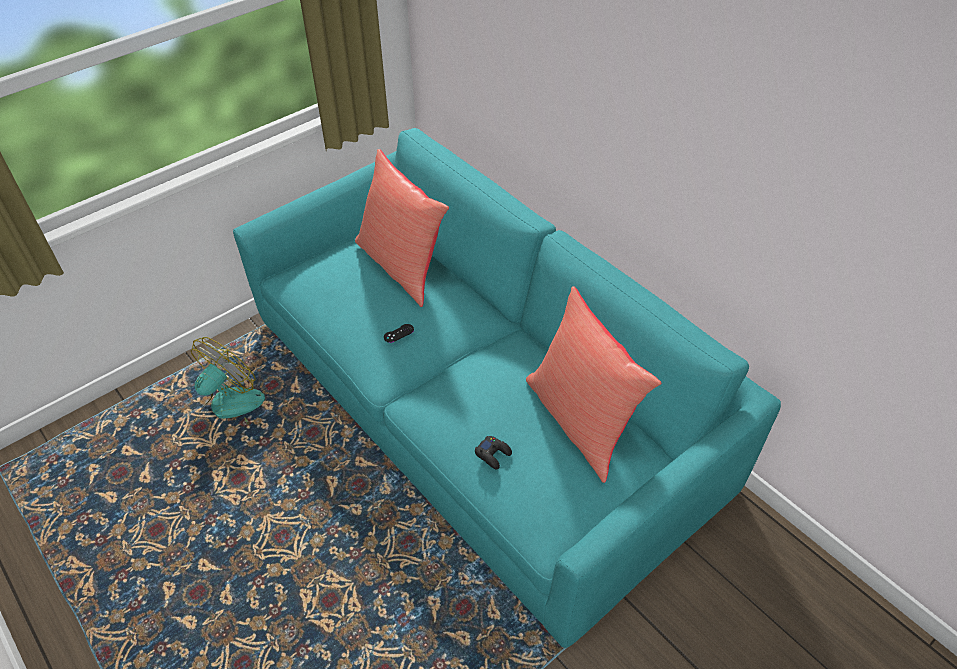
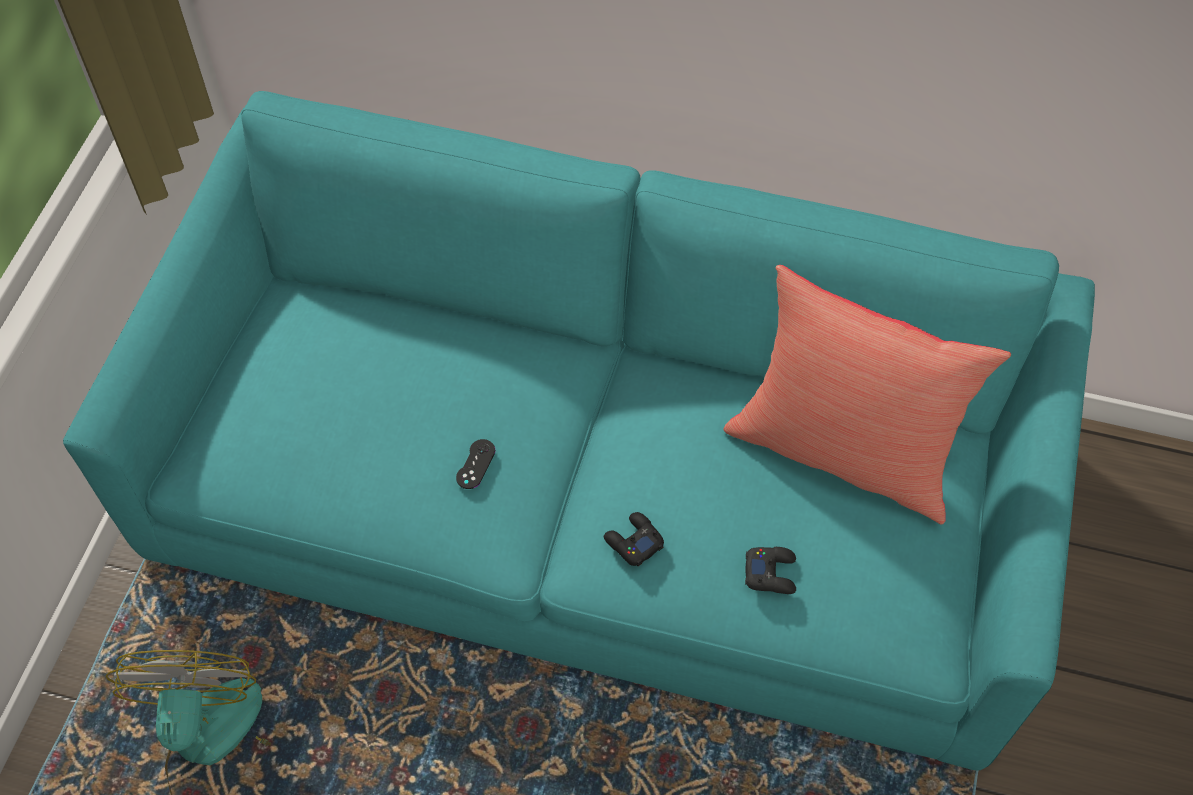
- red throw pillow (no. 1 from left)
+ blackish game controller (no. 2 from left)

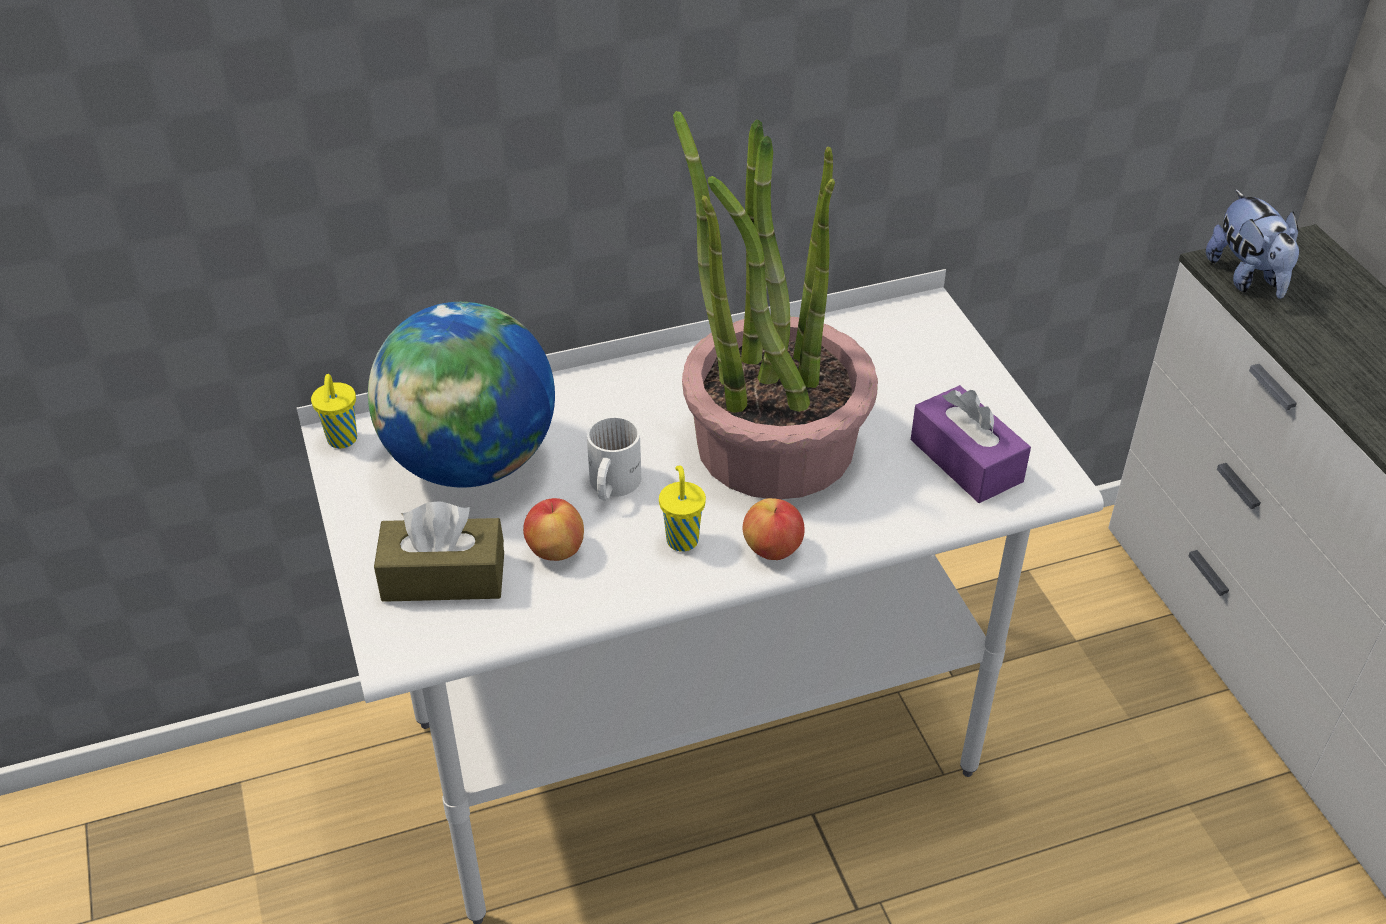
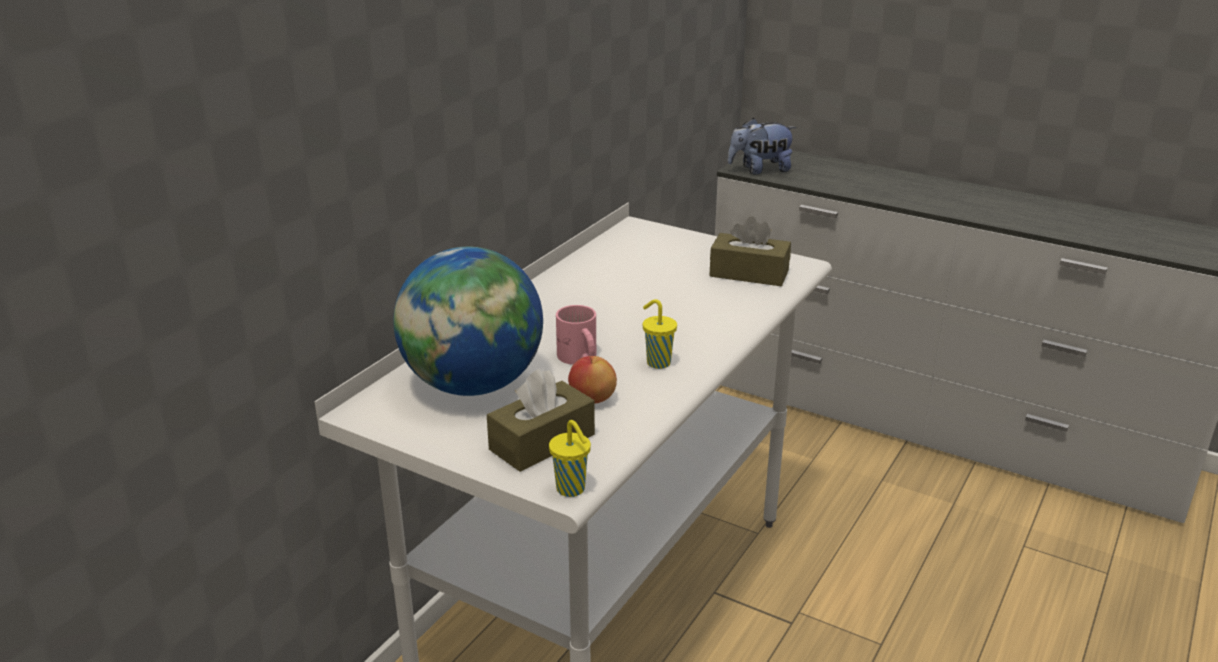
- potted plant
- apple fruit (no. 2 from left)
~ yellow drinking cup (no. 1 from left)
~ whitish mug to pink-coloured mug
~ purple box of tissues to brown box of tissues (no. 2 from left)
~ plush toy 135 degrees clockwise

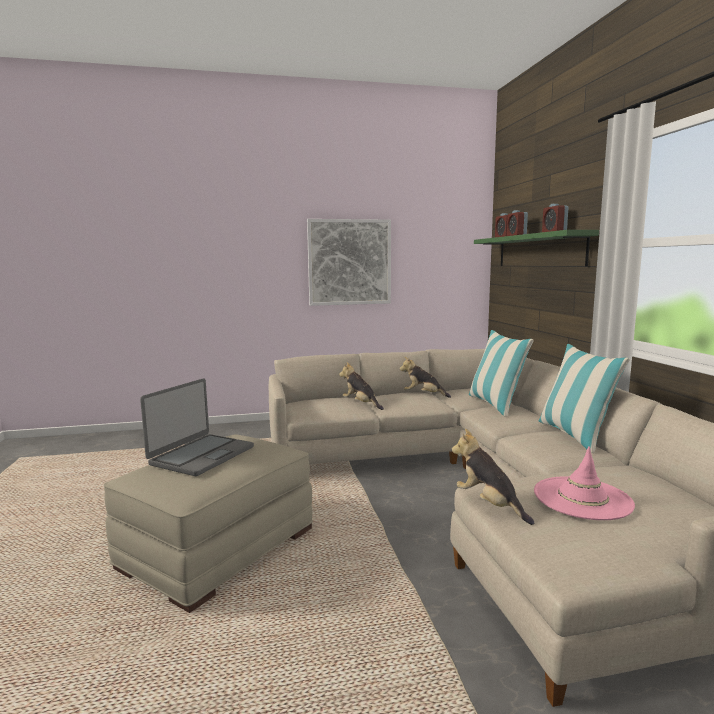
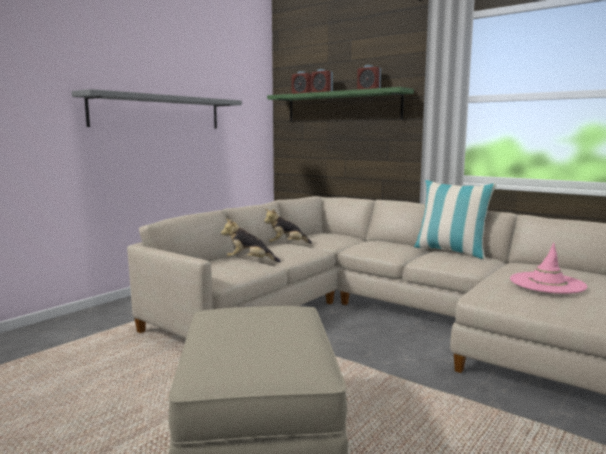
- laptop
- plush toy (no. 3 from left)
- throw pillow (no. 1 from left)
~ wall art to grey shelf

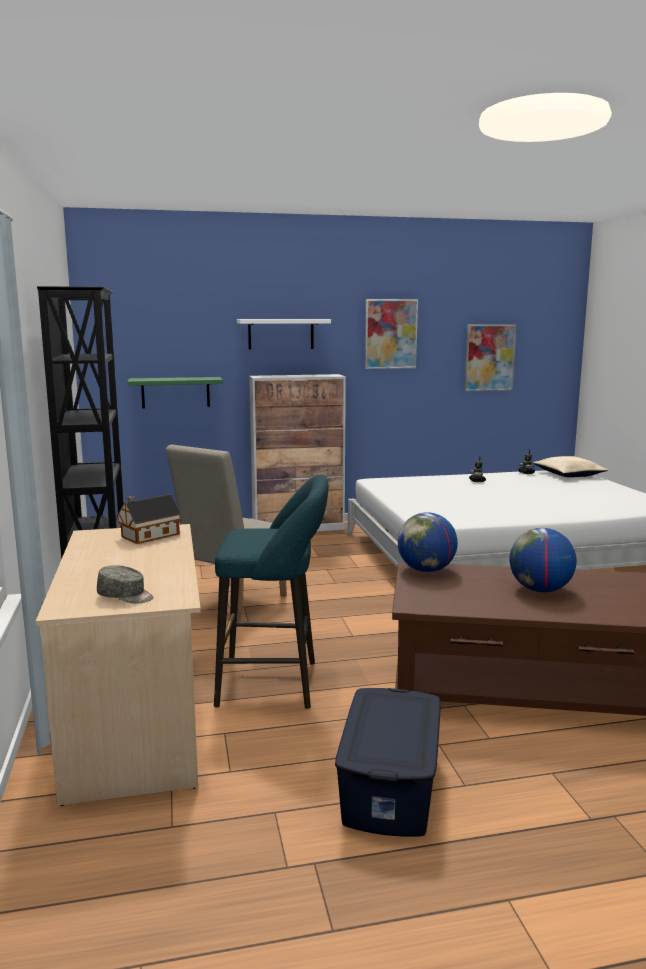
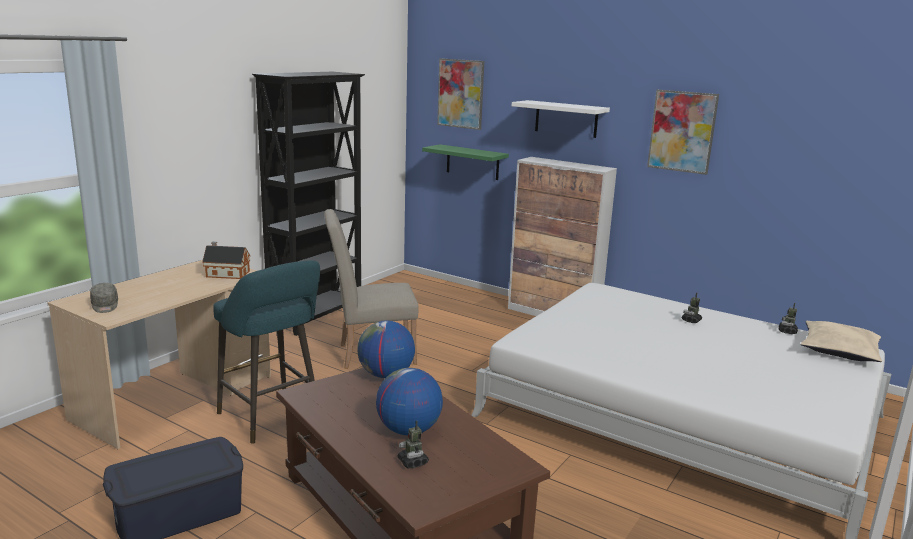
+ robot figure (no. 1 from left)
~ wall art (no. 2 from left in the first image) to wall art (no. 1 from left)

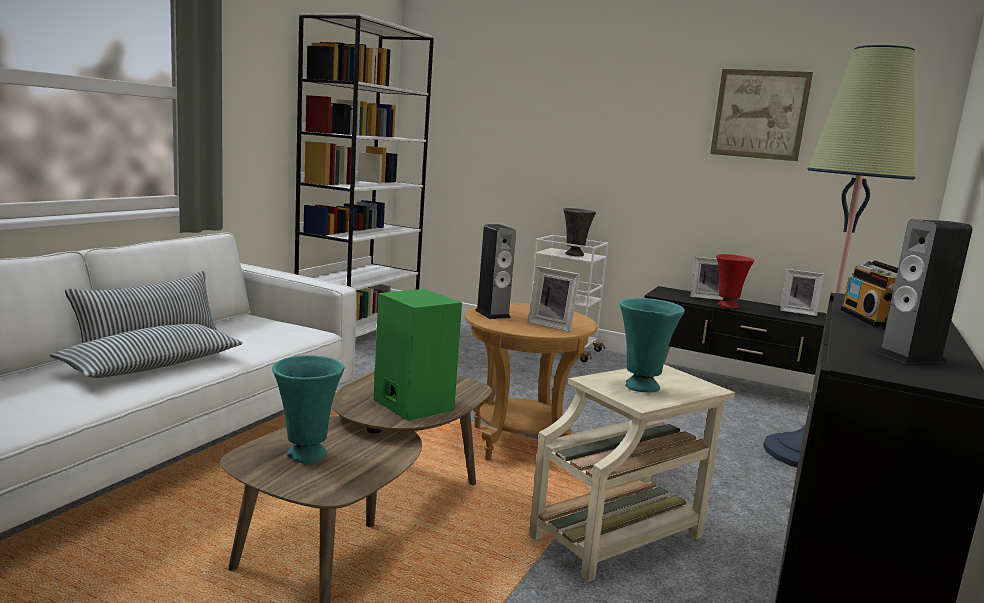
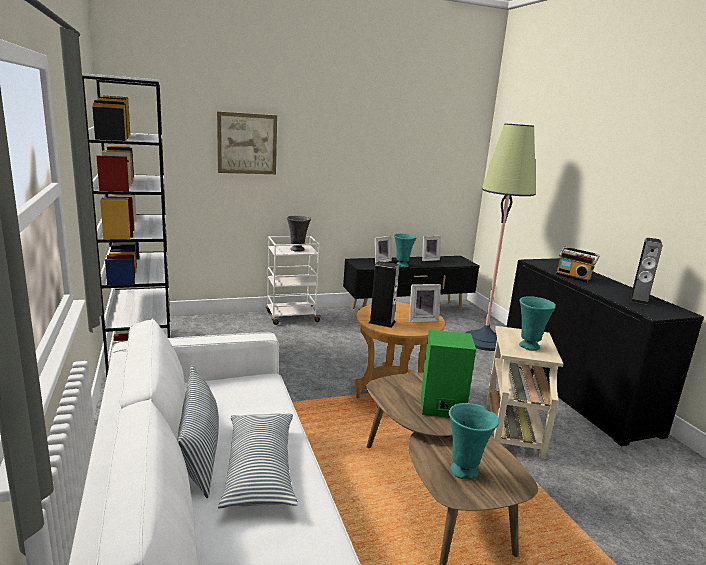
~ wall art
~ red decorative vase to turquoise decorative vase (no. 1 from left)

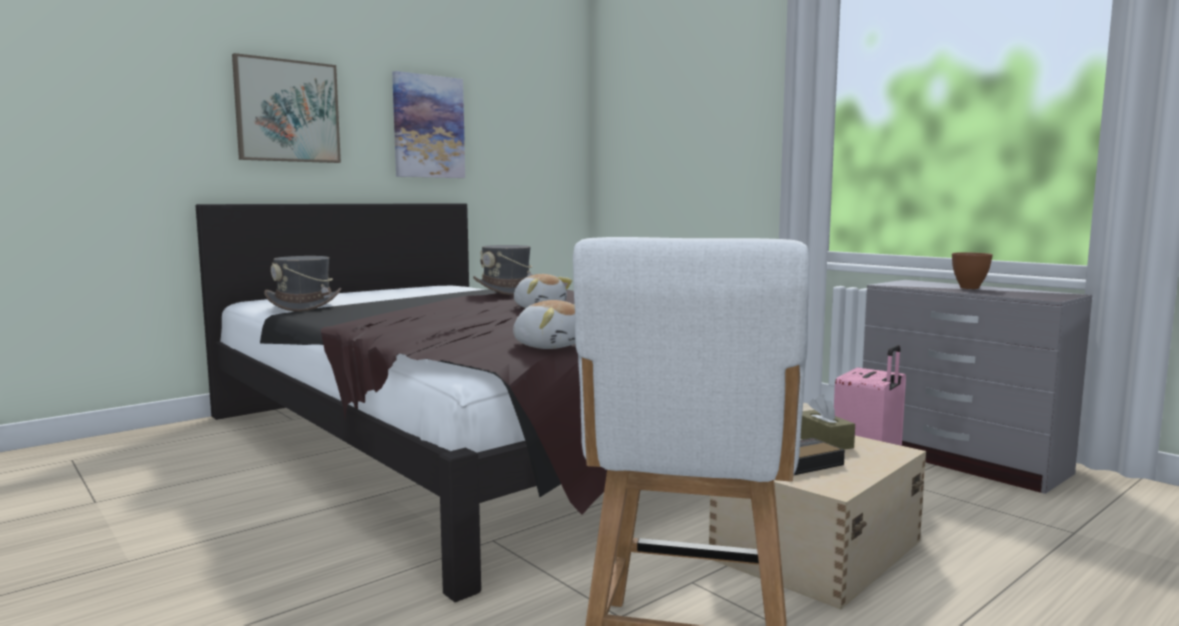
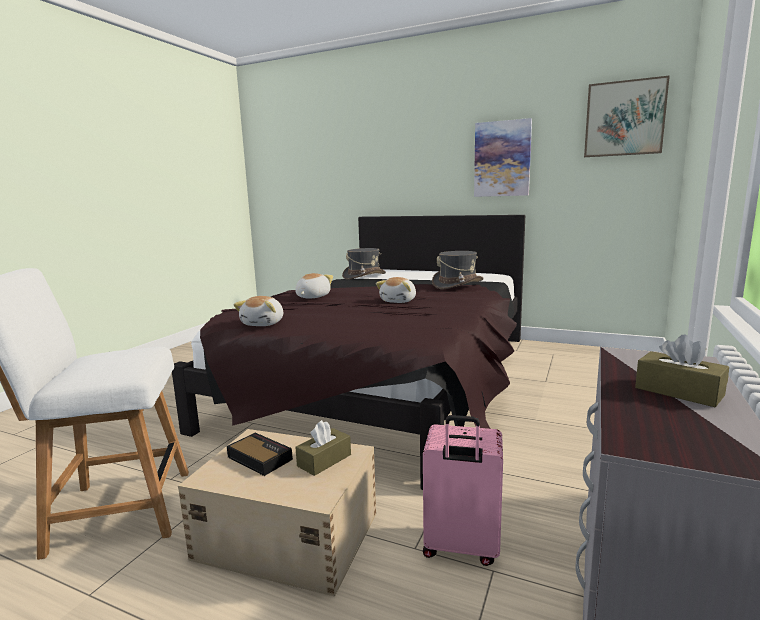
+ plush toy (no. 2 from left)
~ wall art (no. 1 from left in the first image) to wall art (no. 2 from left)
~ brown serving bowl to brown box of tissues (no. 2 from left)

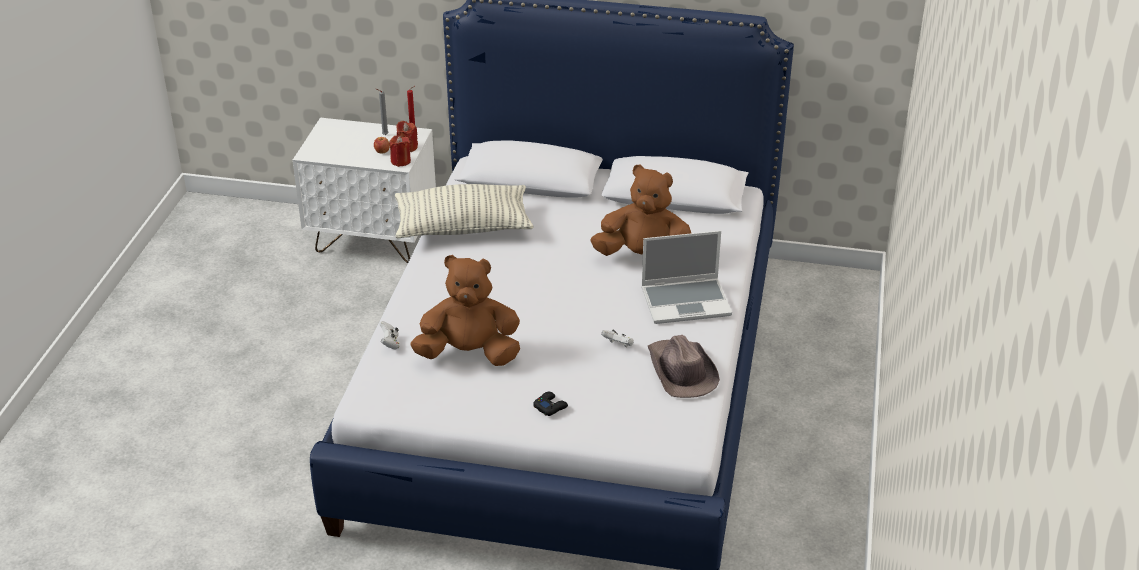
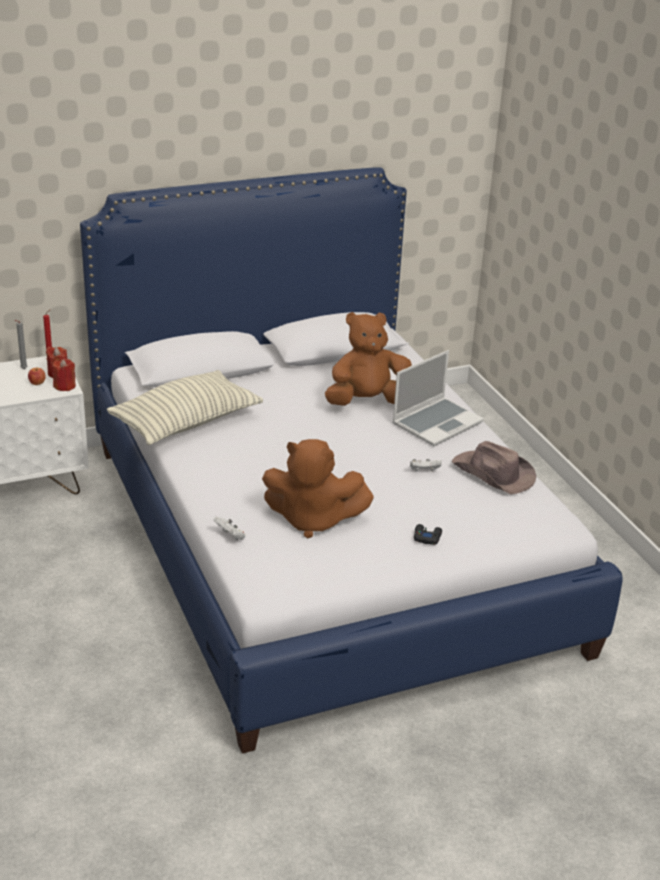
~ brown plush toy (no. 1 from left) 135 degrees counterclockwise

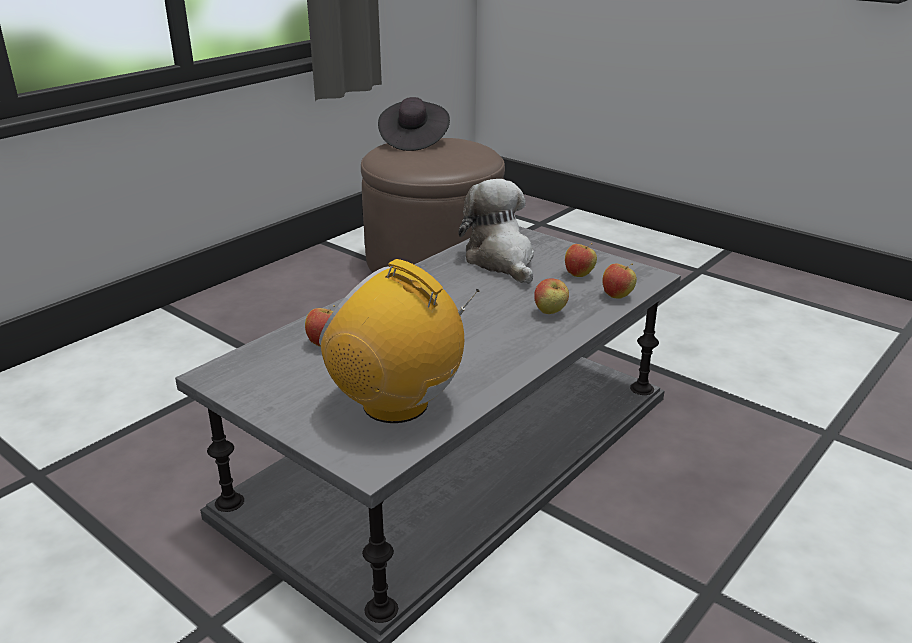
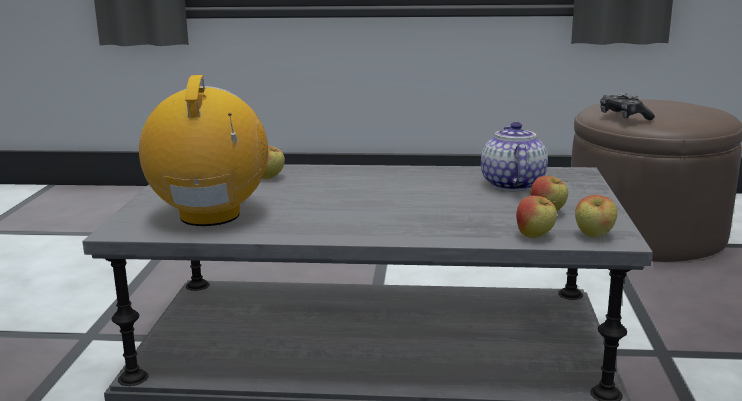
- blackish hat
+ game controller
~ apple fruit (no. 2 from left in the first image) to apple fruit (no. 4 from left)
~ plush toy to pot for tea

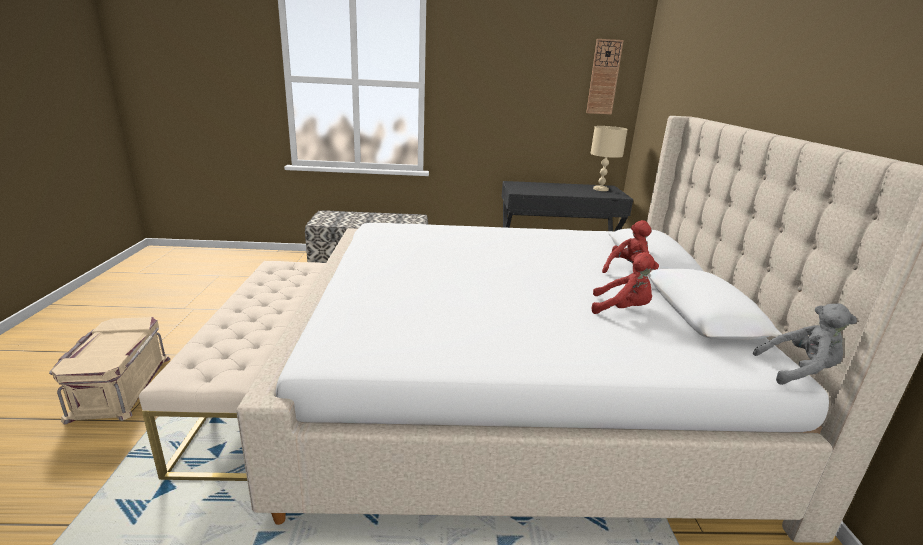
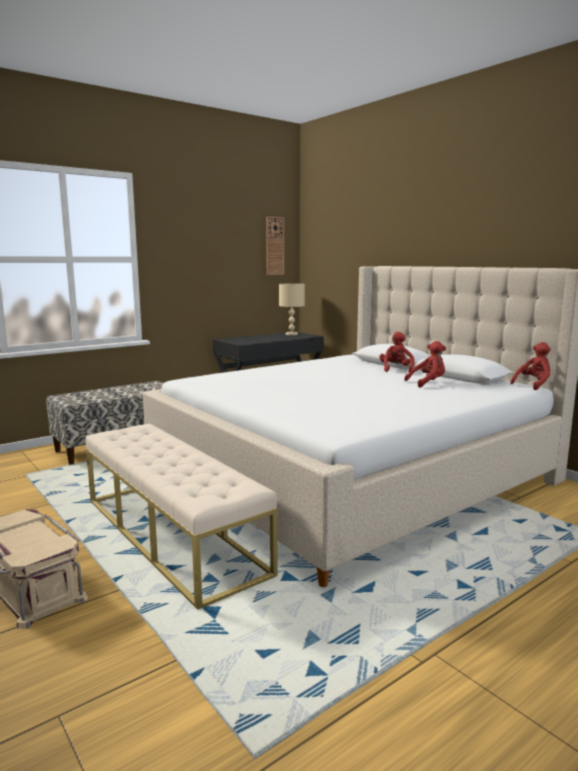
~ grey plush toy to red plush toy (no. 3 from left)

